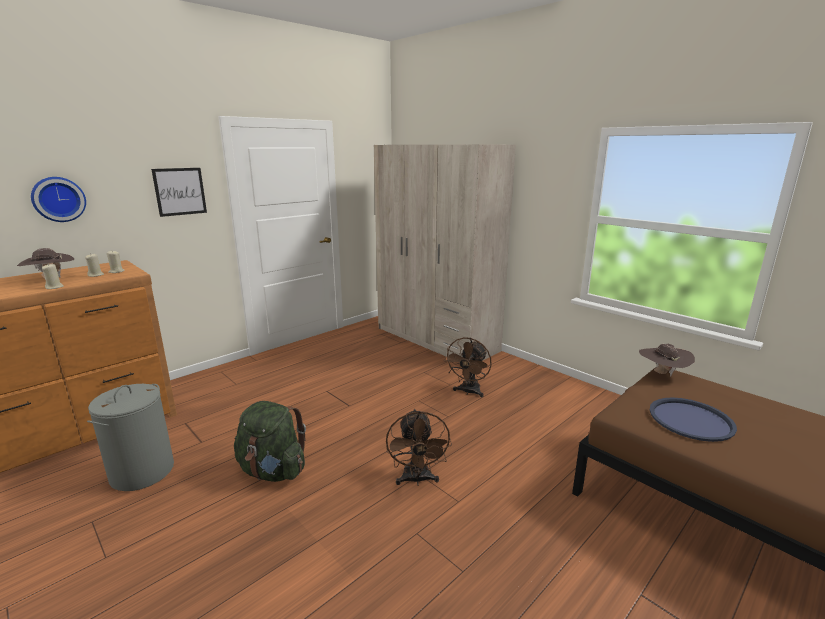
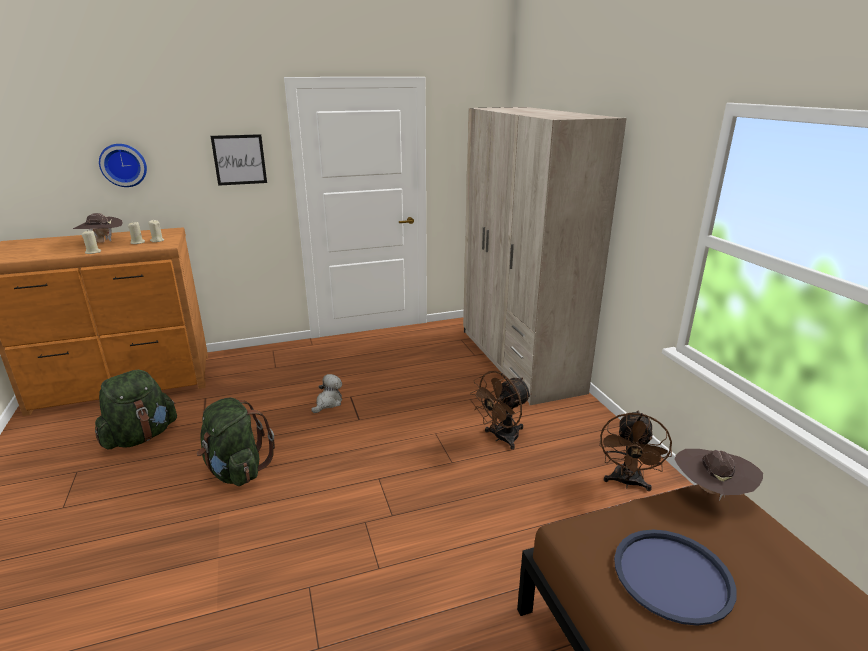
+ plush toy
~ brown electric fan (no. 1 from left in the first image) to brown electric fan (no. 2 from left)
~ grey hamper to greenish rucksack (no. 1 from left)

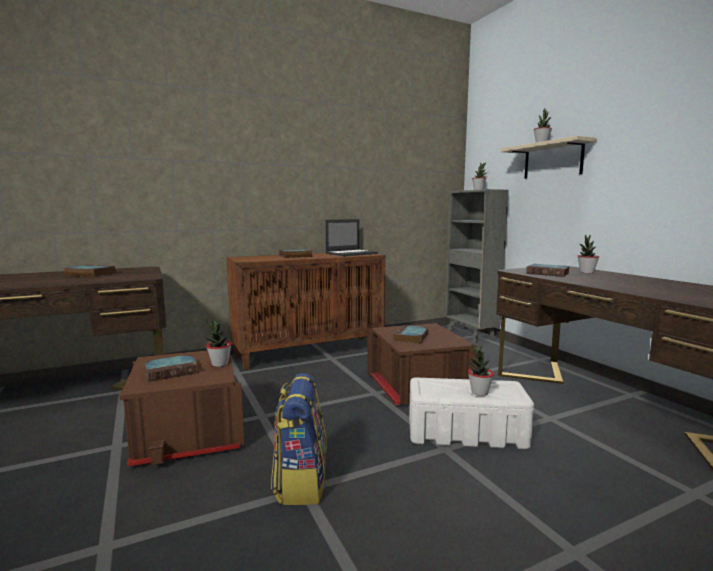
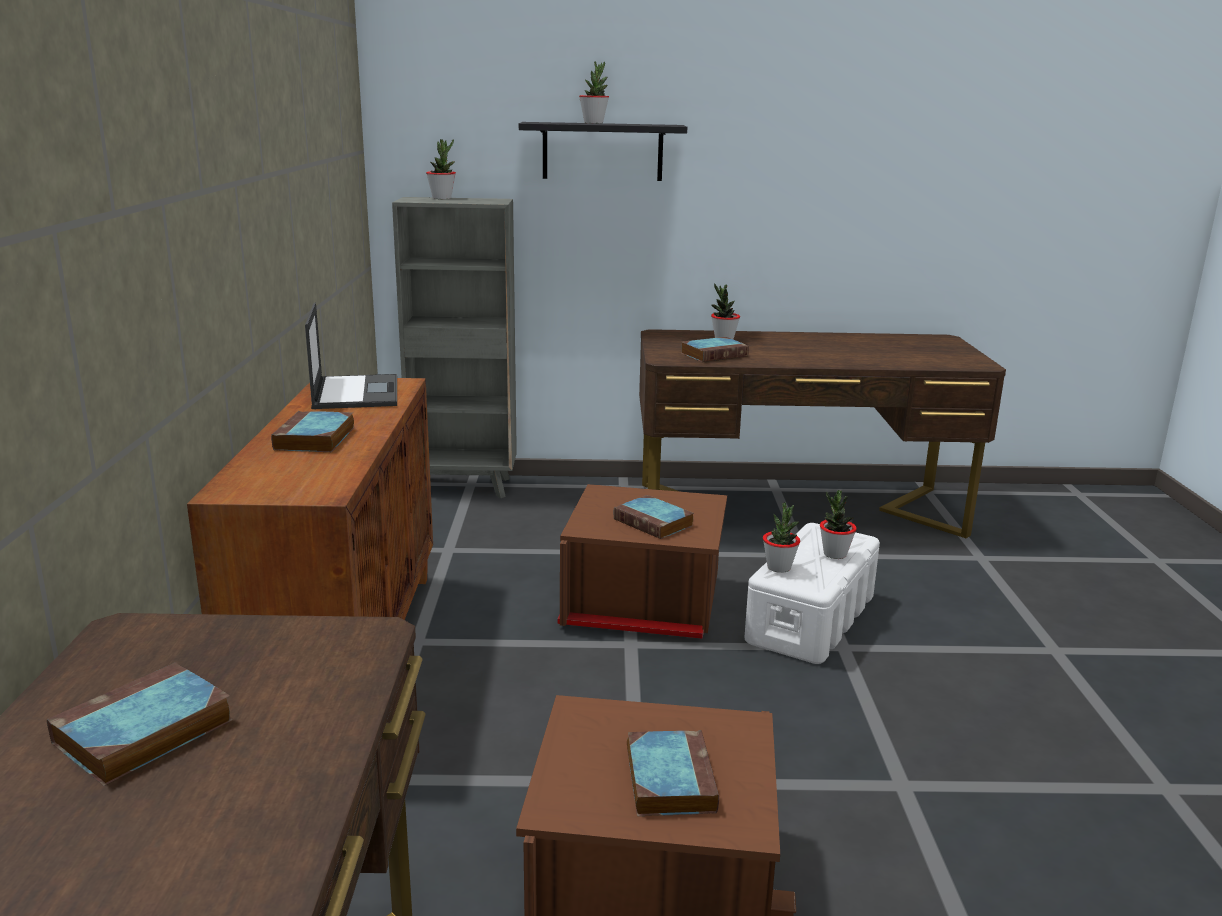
- rucksack
~ potted plant (no. 1 from left in the first image) to potted plant (no. 4 from left)
~ beige shelf to blackish shelf

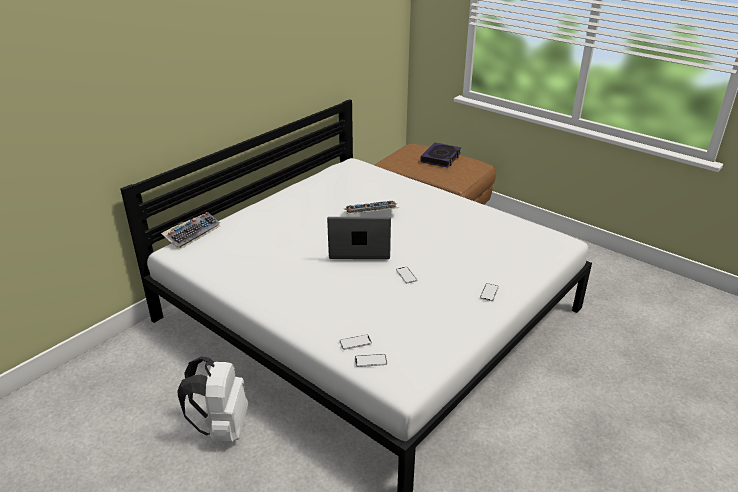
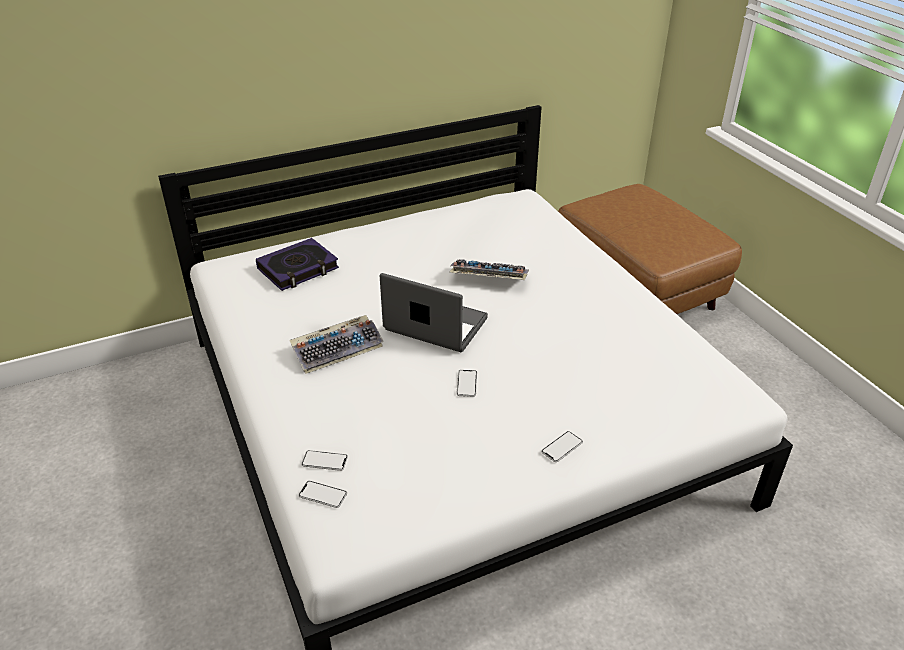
- whitish rucksack
~ keyboard (no. 1 from left)
~ book

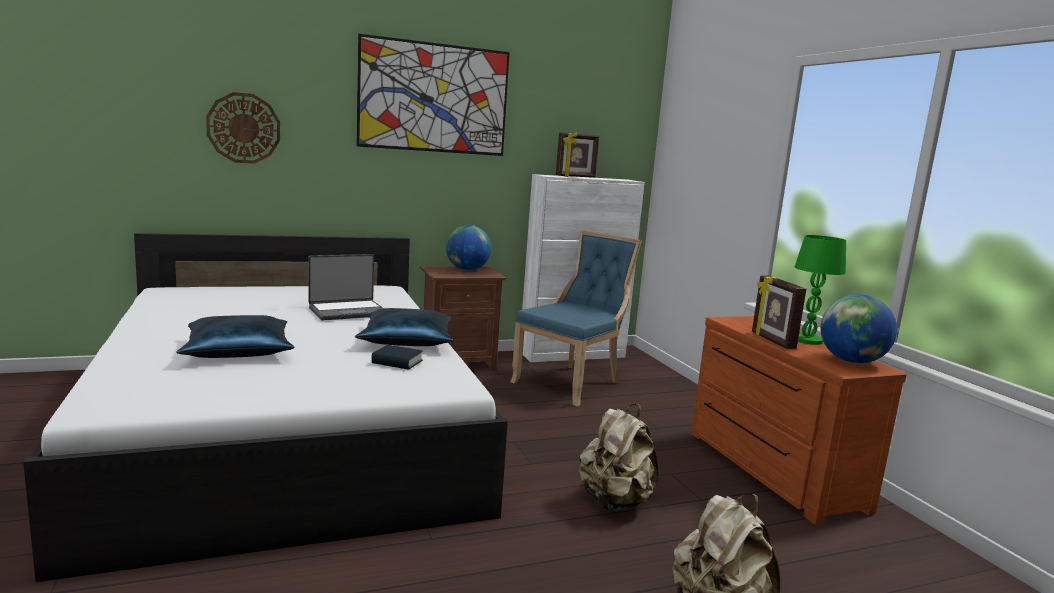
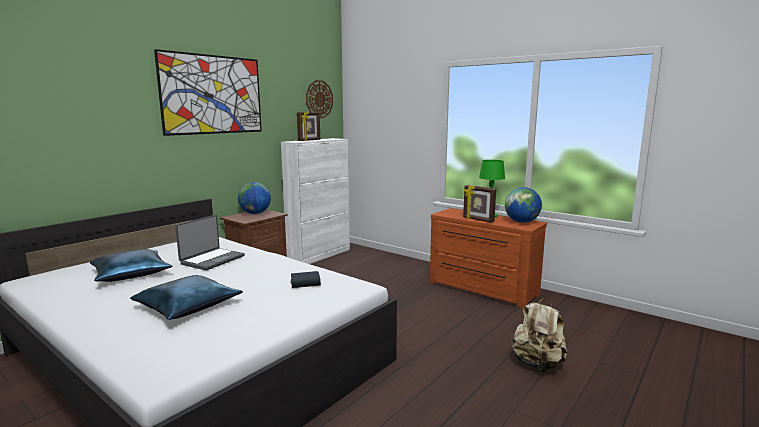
- bluish plain chair
- beige rucksack (no. 1 from left)
~ hanging clock
~ bluish throw pillow (no. 2 from left in the first image) to bluish throw pillow (no. 1 from left)

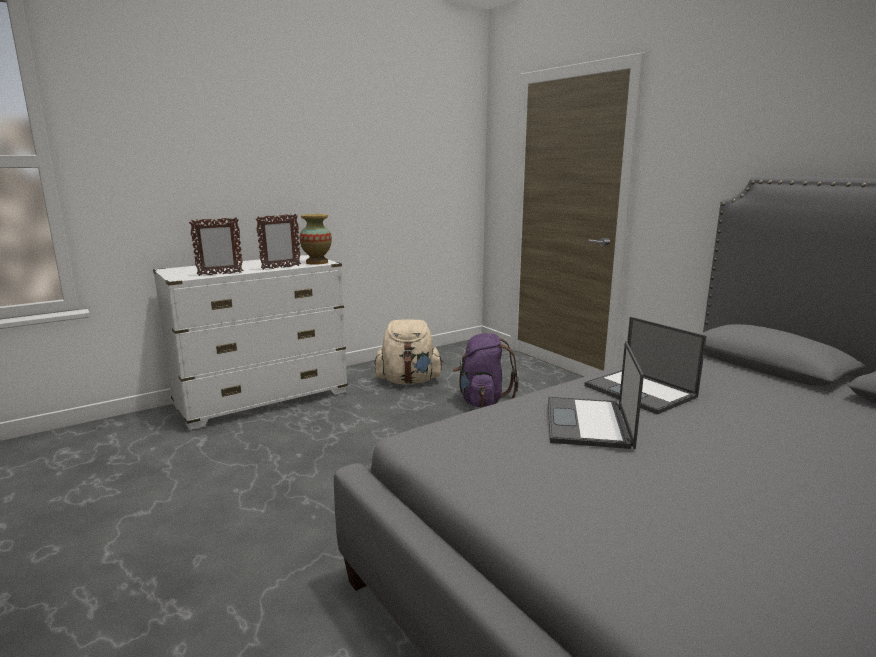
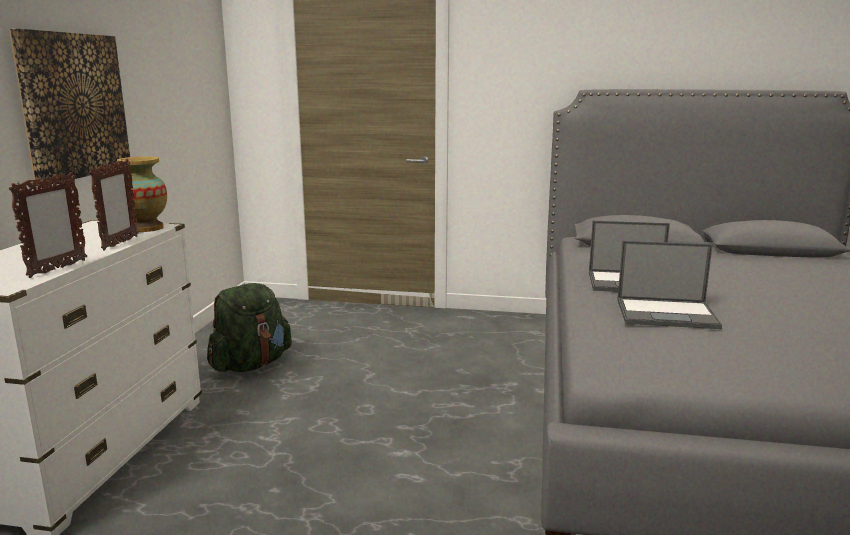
- purple rucksack
+ wall art
~ beige rucksack to greenish rucksack
~ laptop (no. 1 from left in the first image) 45 degrees counterclockwise

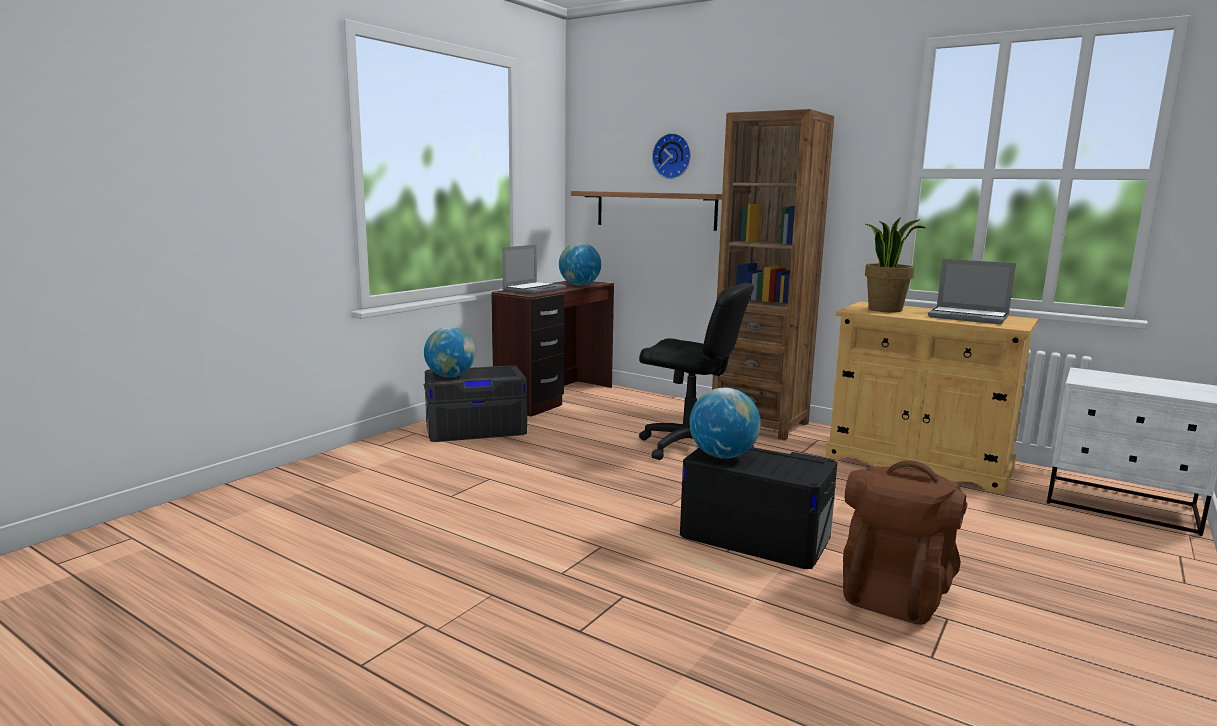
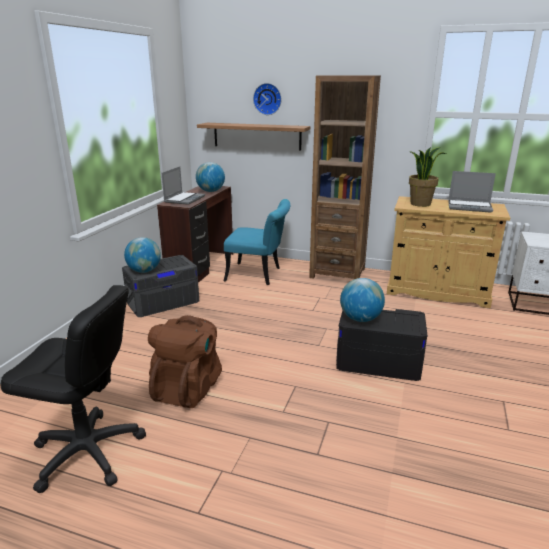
+ turquoise plain chair
~ blackish desk chair
~ brown rucksack

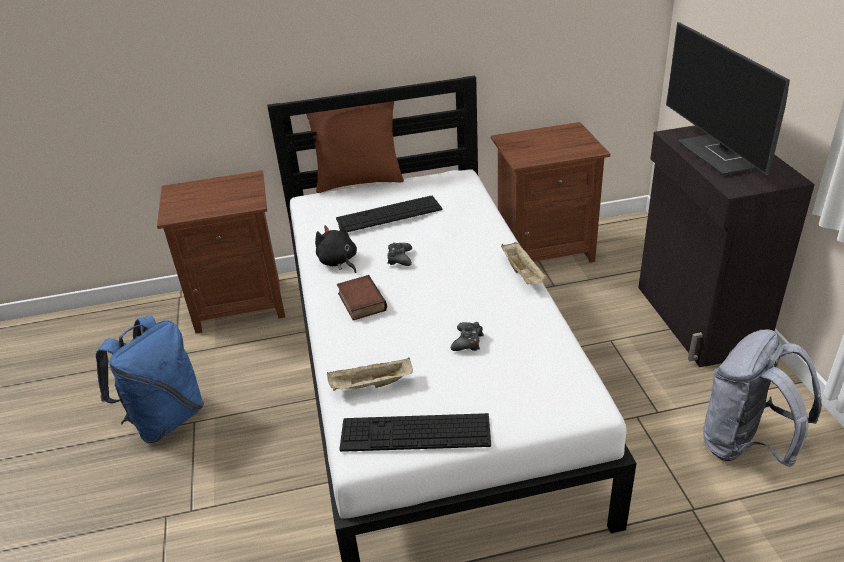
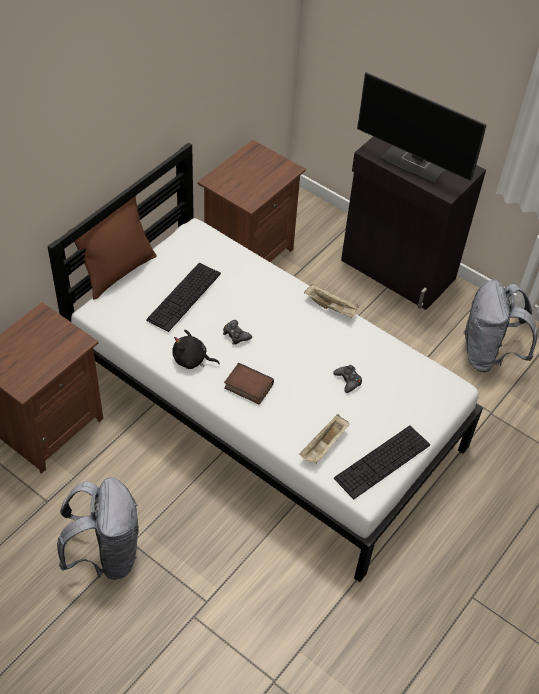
~ bluish rucksack to grey rucksack (no. 1 from left)

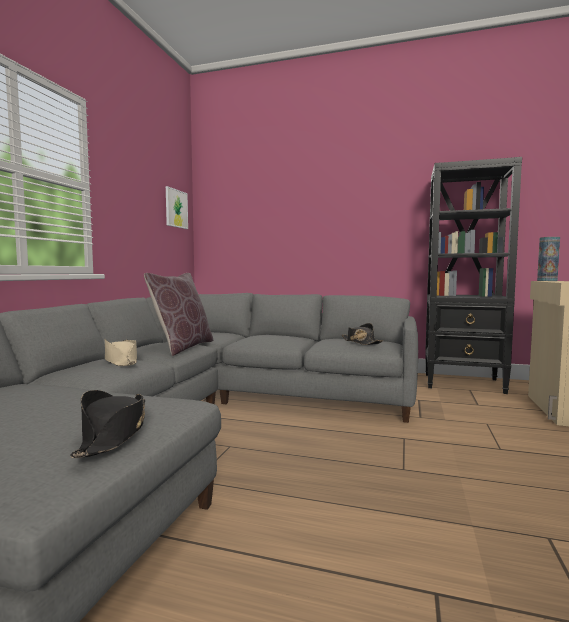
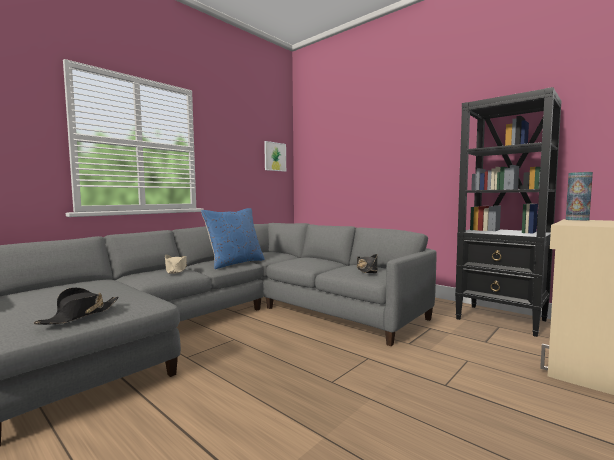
~ brown throw pillow to bluish throw pillow

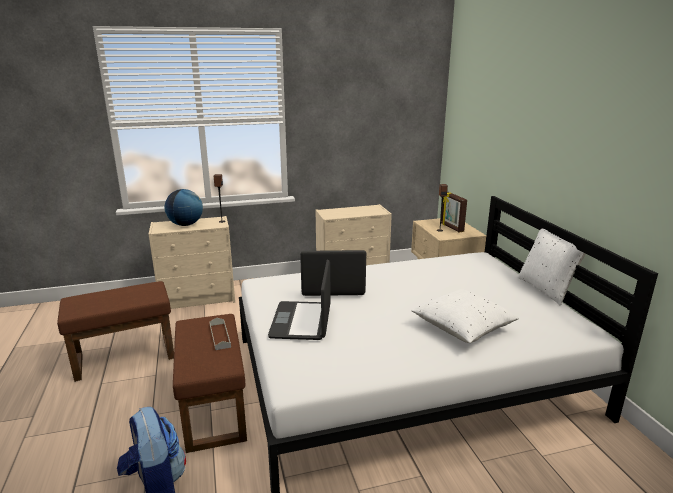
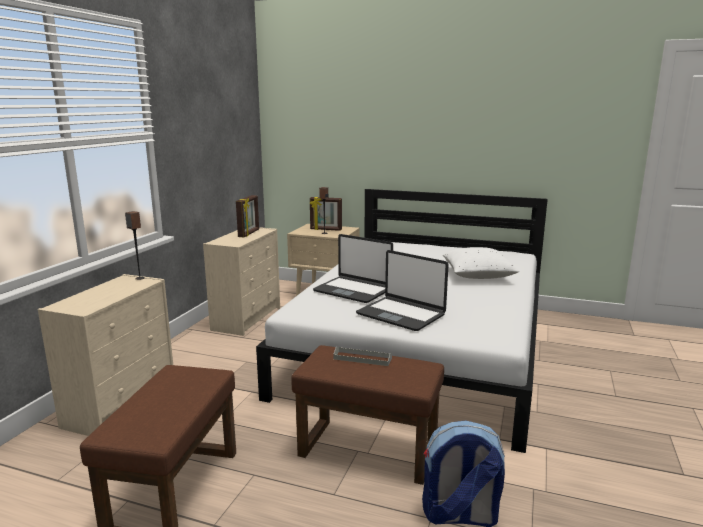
- globe
- whitish throw pillow (no. 2 from left)
+ photo frame (no. 1 from left)
~ laptop (no. 2 from left in the first image) 90 degrees counterclockwise

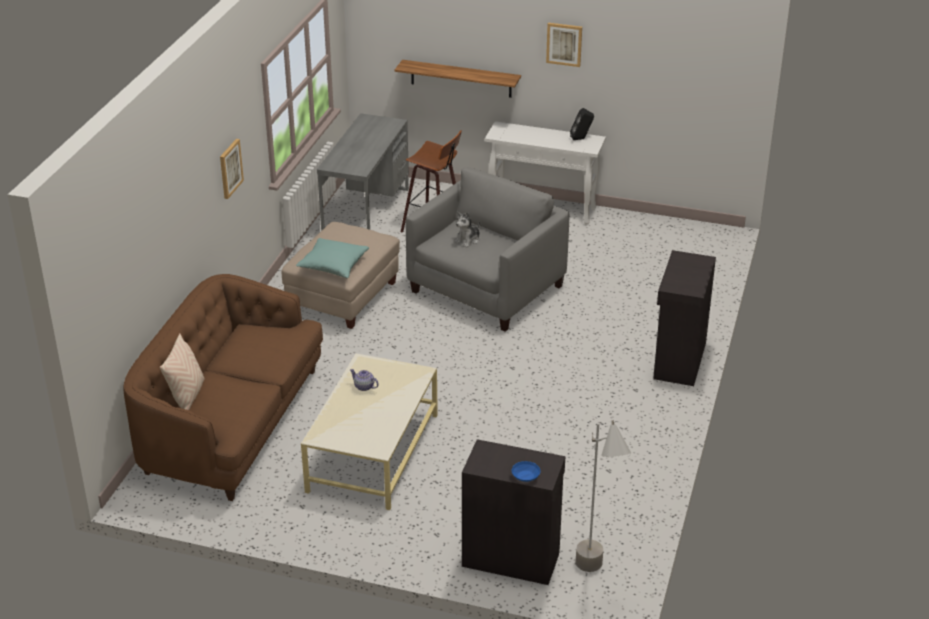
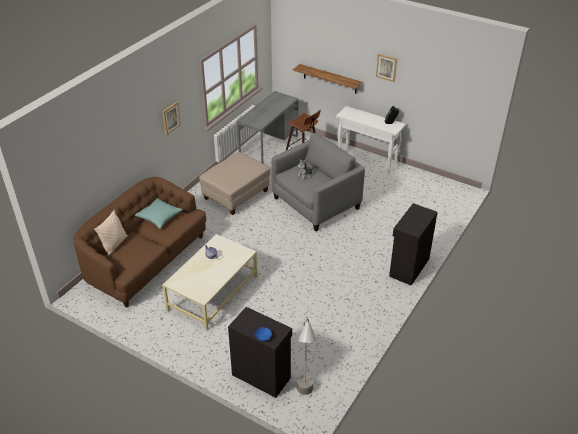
~ turquoise throw pillow

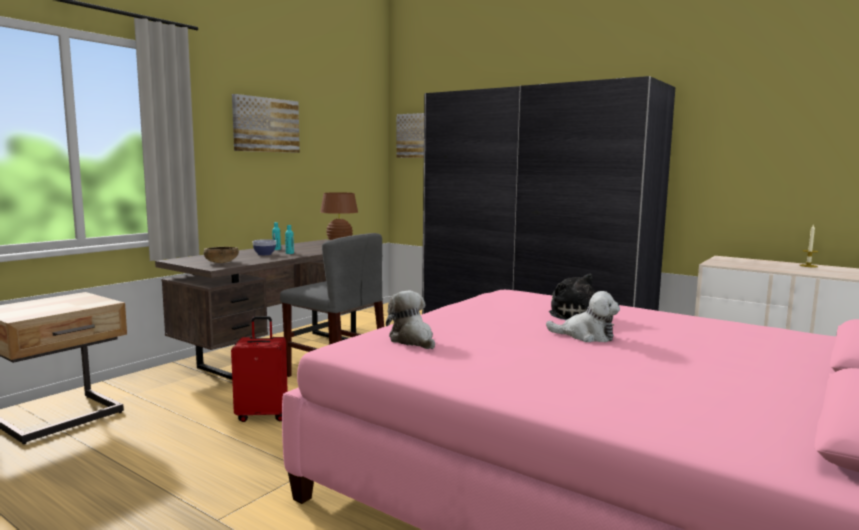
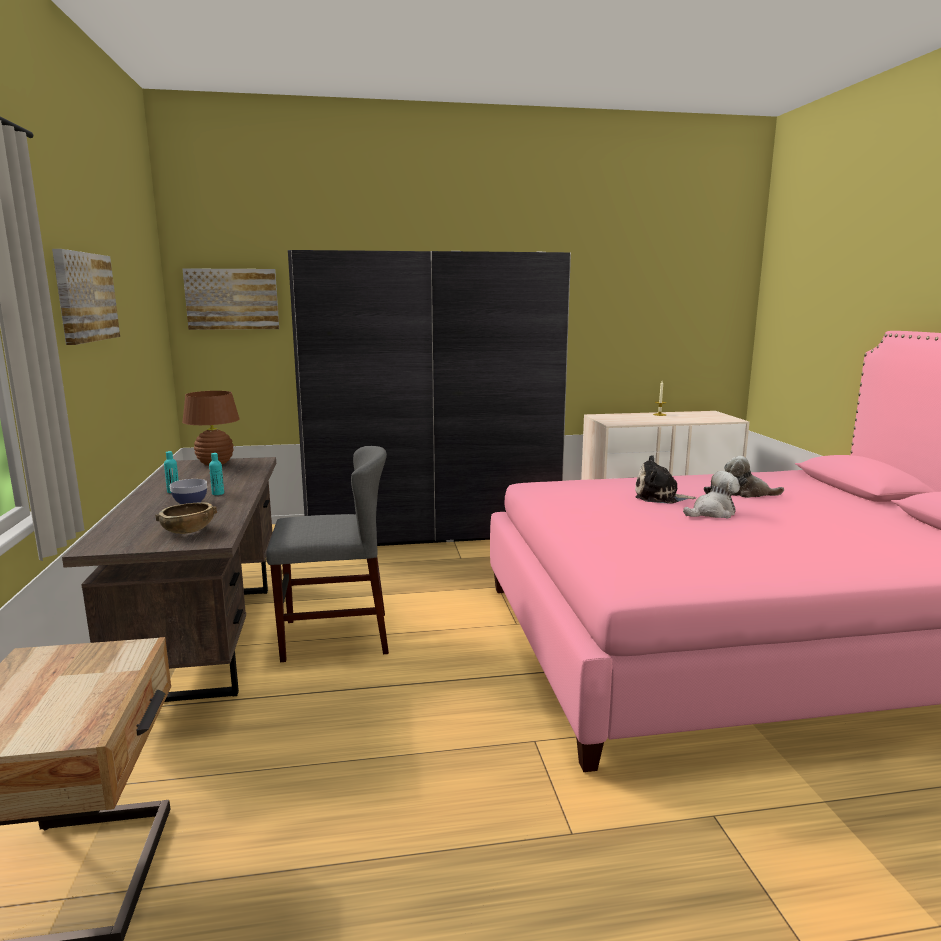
- red travel case
~ plush toy (no. 1 from left in the first image) to plush toy (no. 3 from left)

